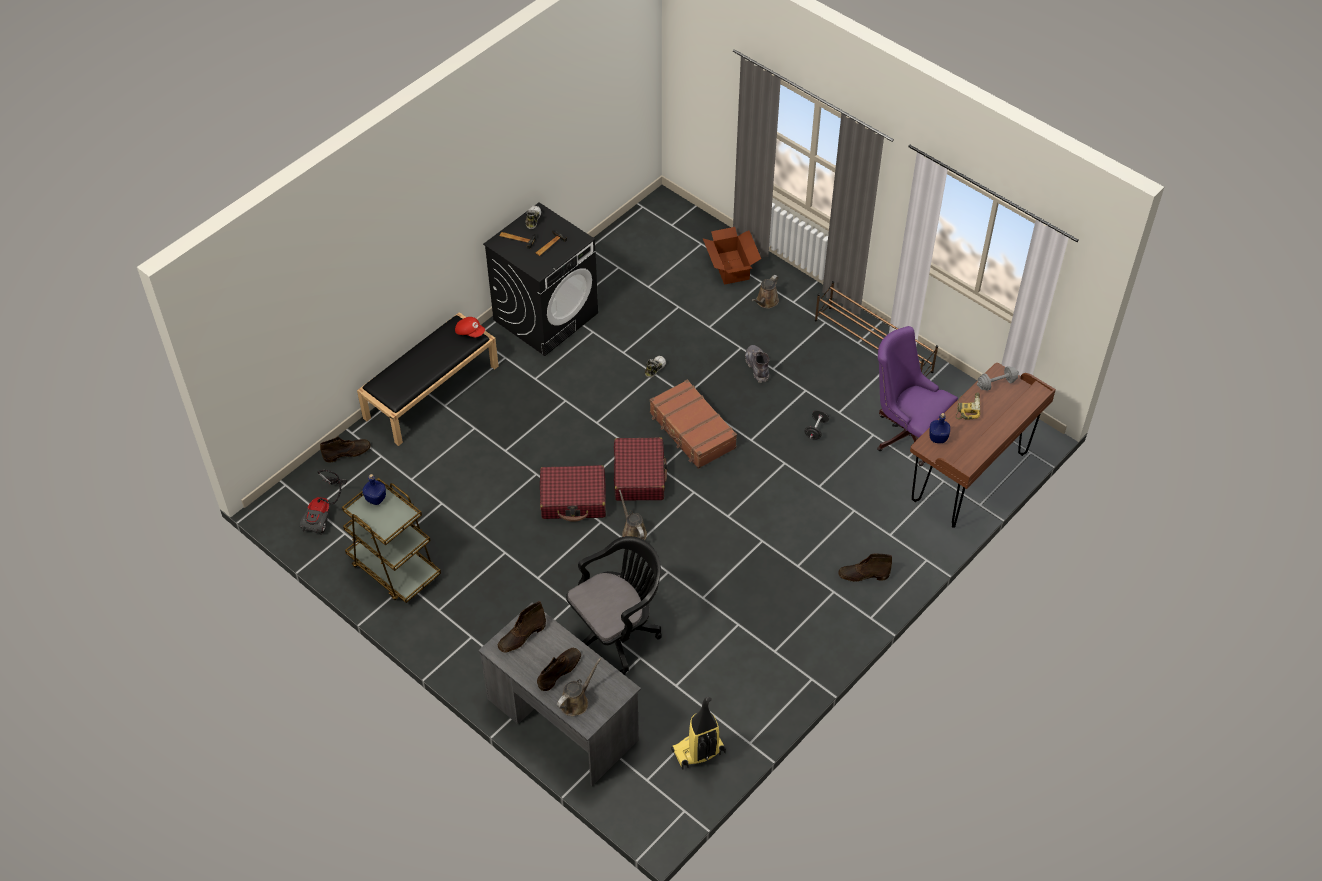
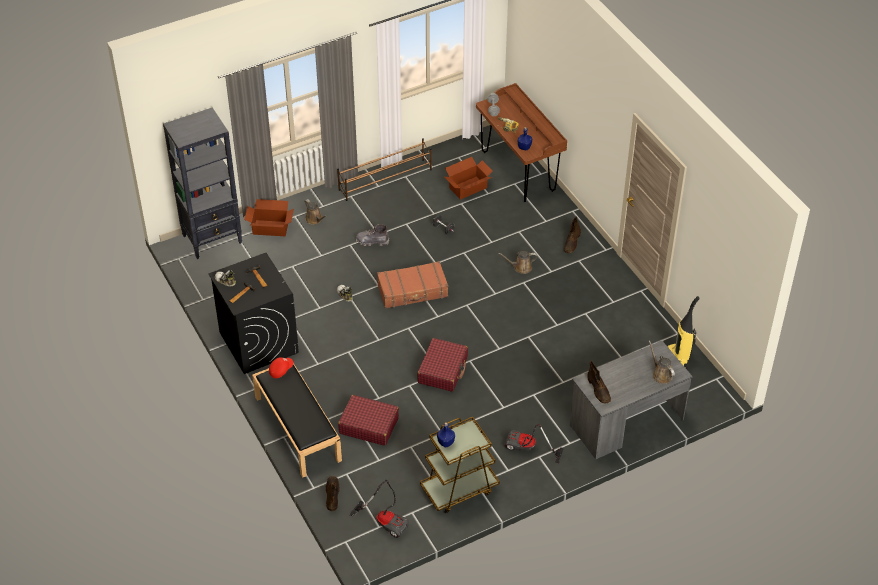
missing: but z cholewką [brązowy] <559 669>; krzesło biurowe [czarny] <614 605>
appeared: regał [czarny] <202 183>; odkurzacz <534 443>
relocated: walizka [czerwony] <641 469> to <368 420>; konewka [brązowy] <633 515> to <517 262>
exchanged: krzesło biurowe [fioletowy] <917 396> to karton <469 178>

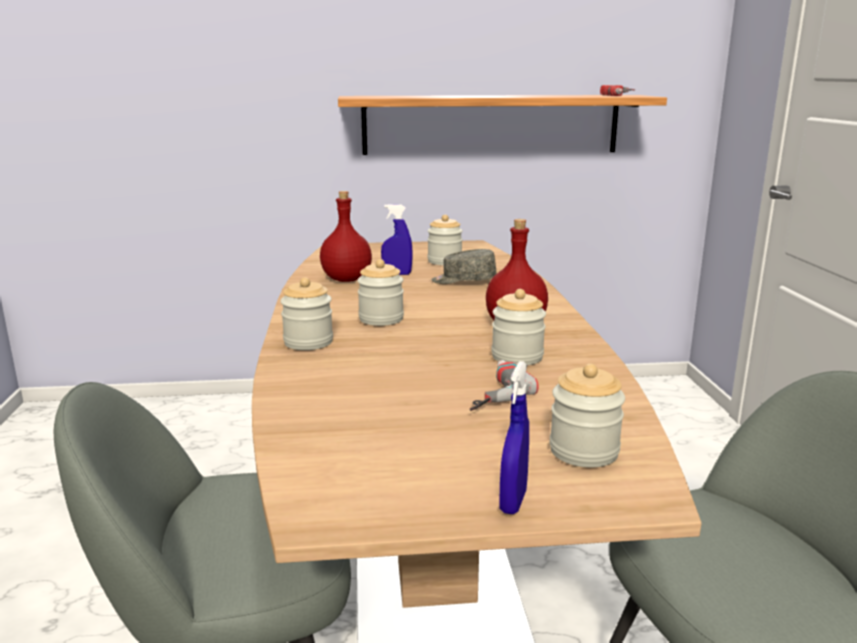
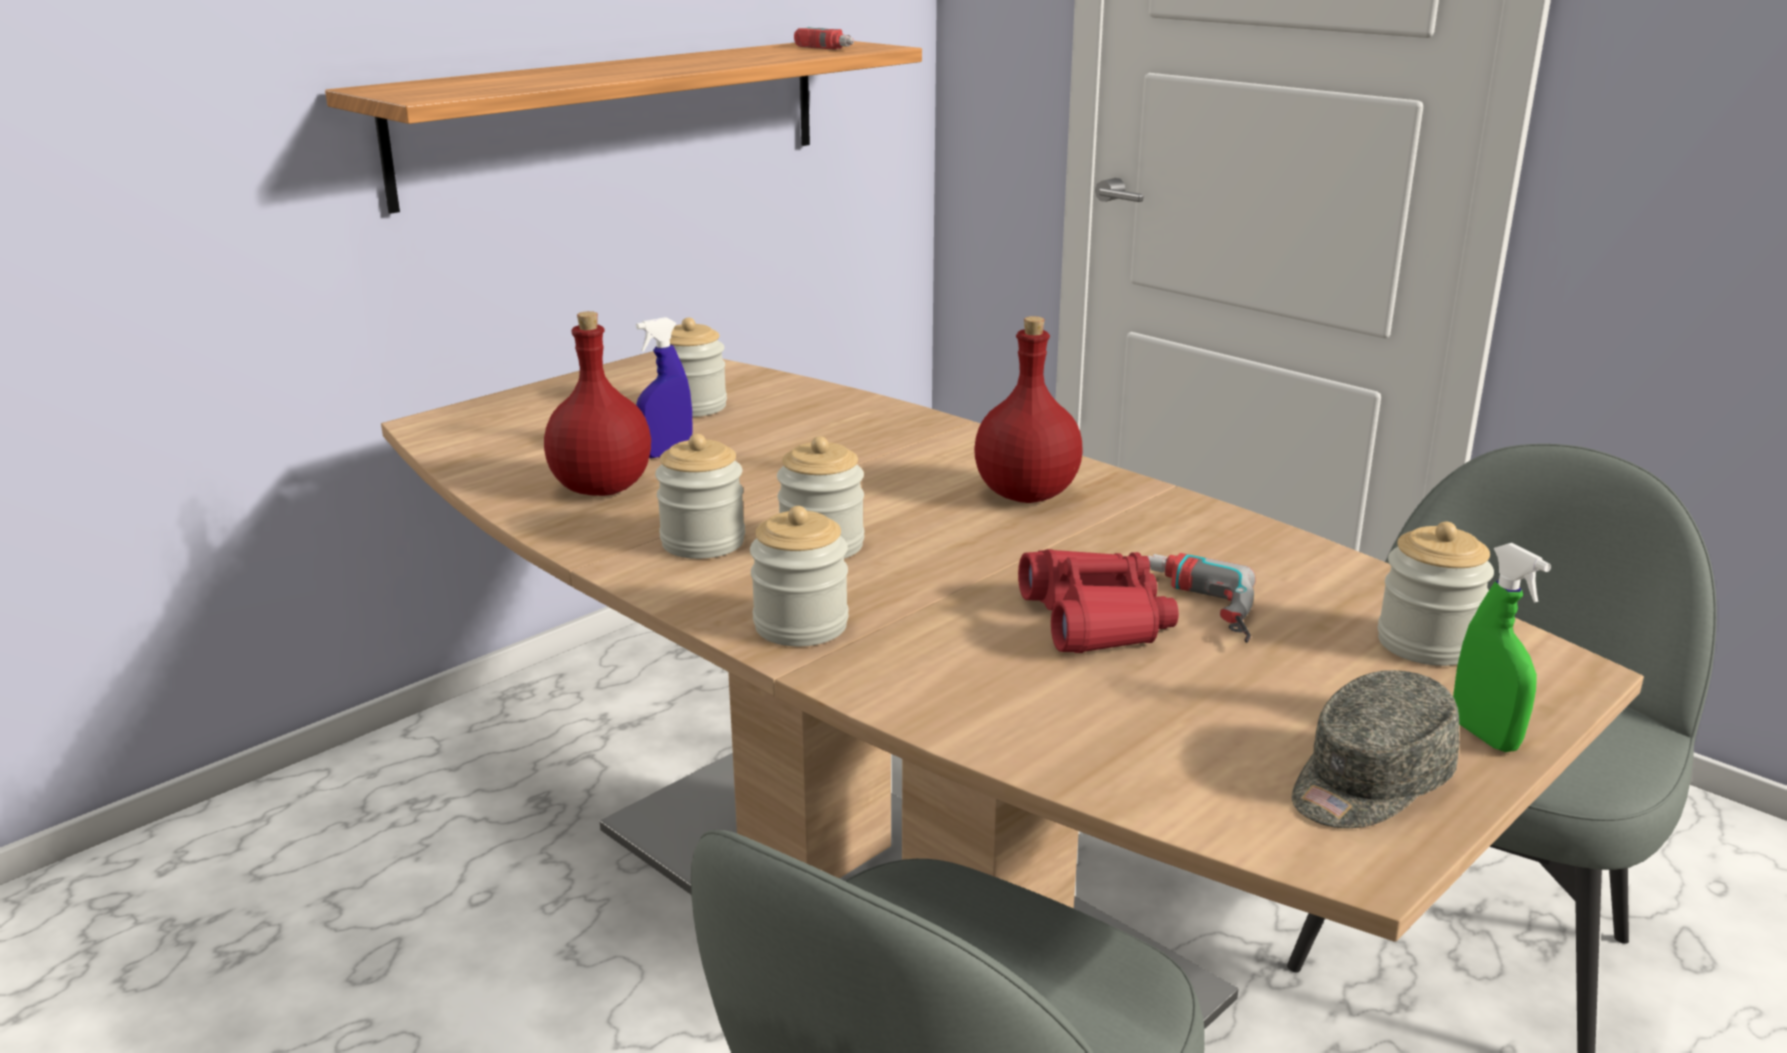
appeared: lornetka [czerwony] <1098 601>
relocated: czapka z daszkiem [szary] <463 266> to <1376 749>; słoik <518 327> to <700 496>
colour: spryskiwacz [niebieski] <514 437> to spryskiwacz [zielony] <1502 647>

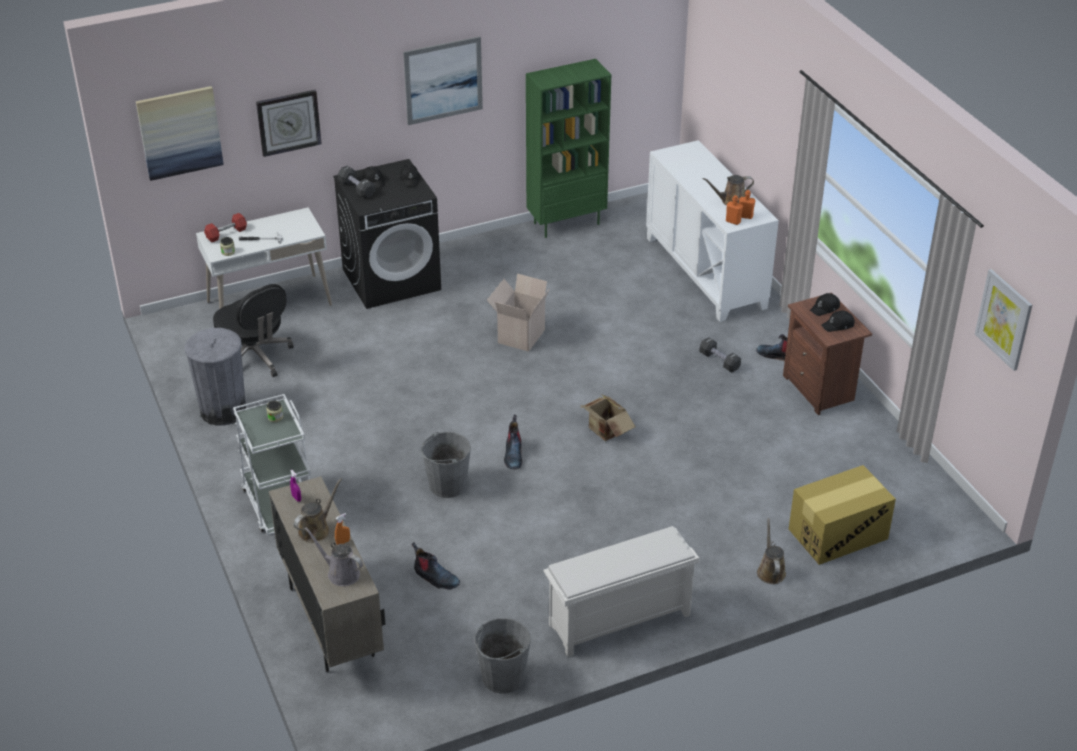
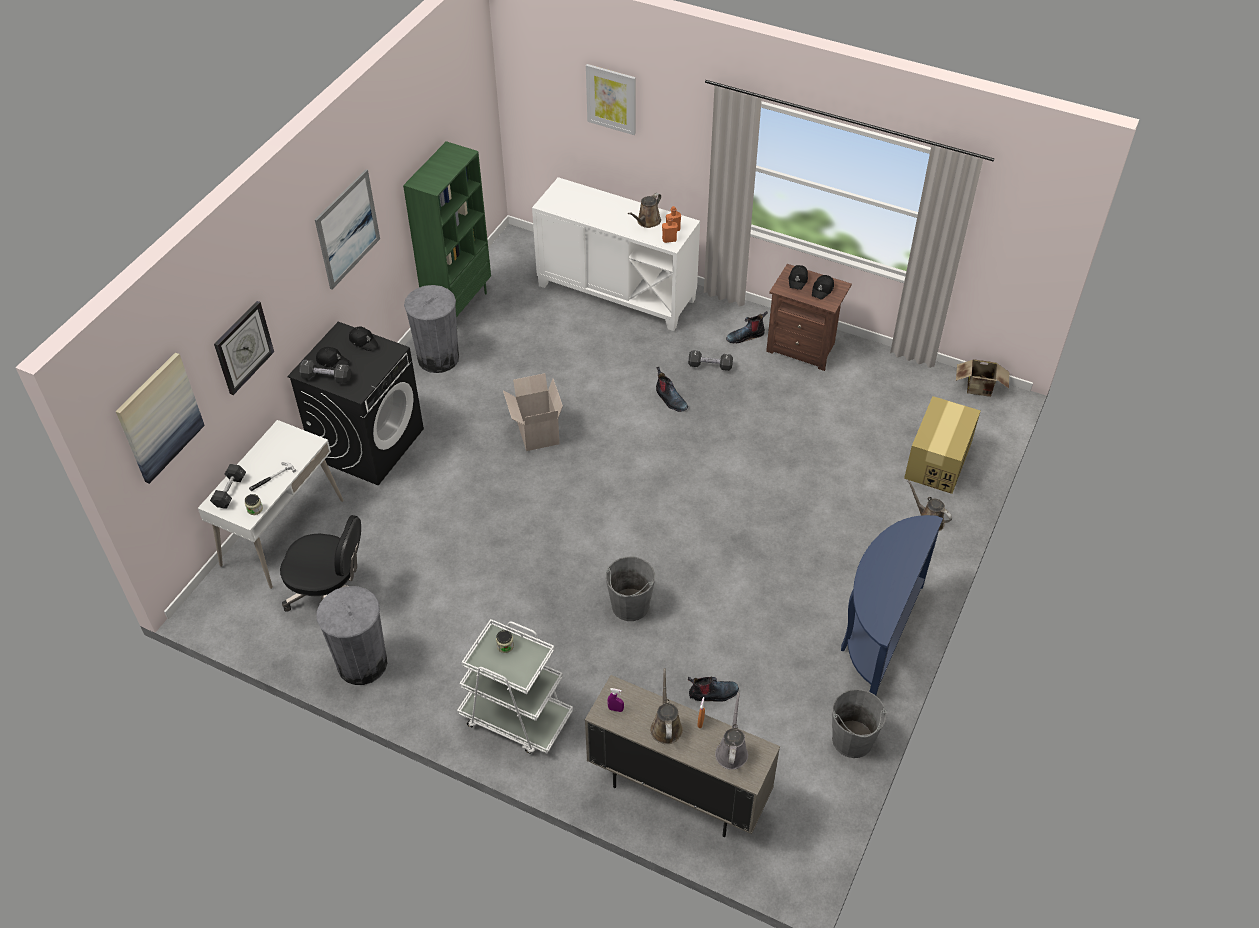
appeared: kosz na śmieci [szary] <431 329>
relocated: but z cholewką <513 442> to <672 389>; karton <608 417> to <983 378>; obraz <1003 320> to <611 99>
exchanged: regał na buty [biały] <621 591> to stolik konsolowy [niebieski] <892 605>
colour: hantel [czerwony] <225 227> to hantel [szary] <228 486>
spun: konewka [szary] <333 556> = <731 731> 105 degrees clockwise

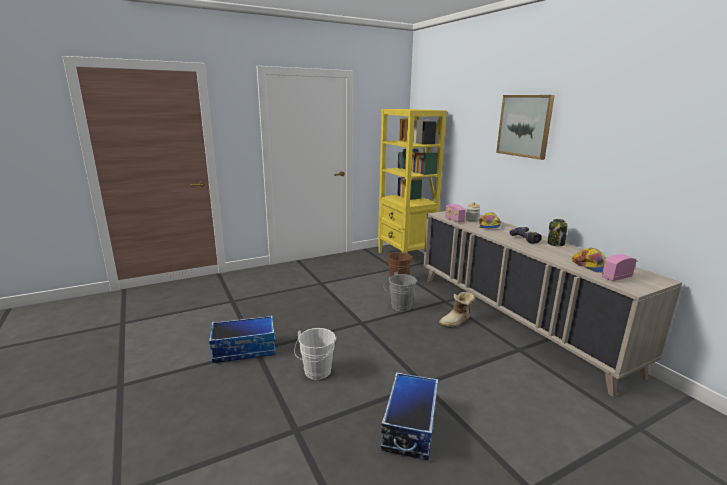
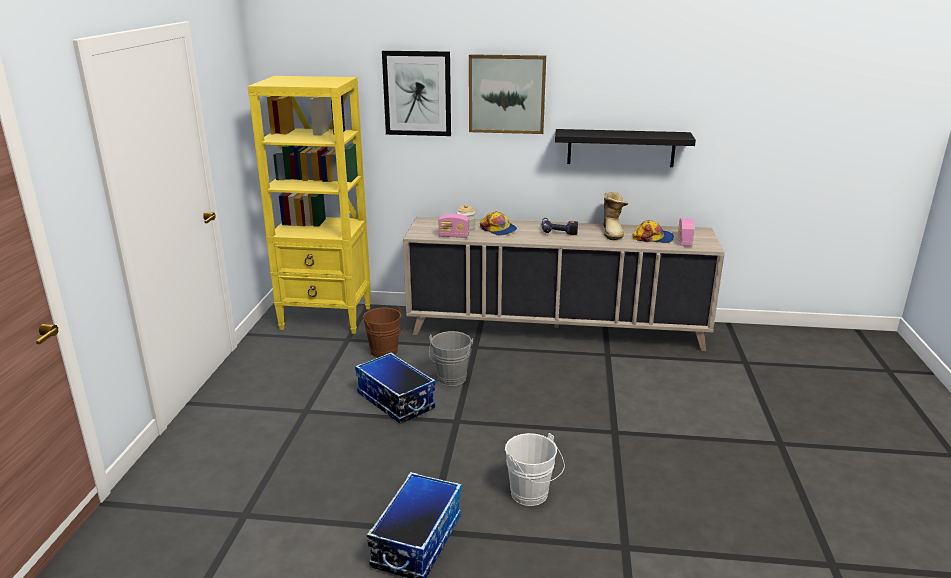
missing: słoik <557 232>
appeared: obraz <416 93>; półka [czarny] <625 148>
relocated: pojemnik do przechowywania <410 416> to <395 388>; but z cholewką <457 309> to <615 216>

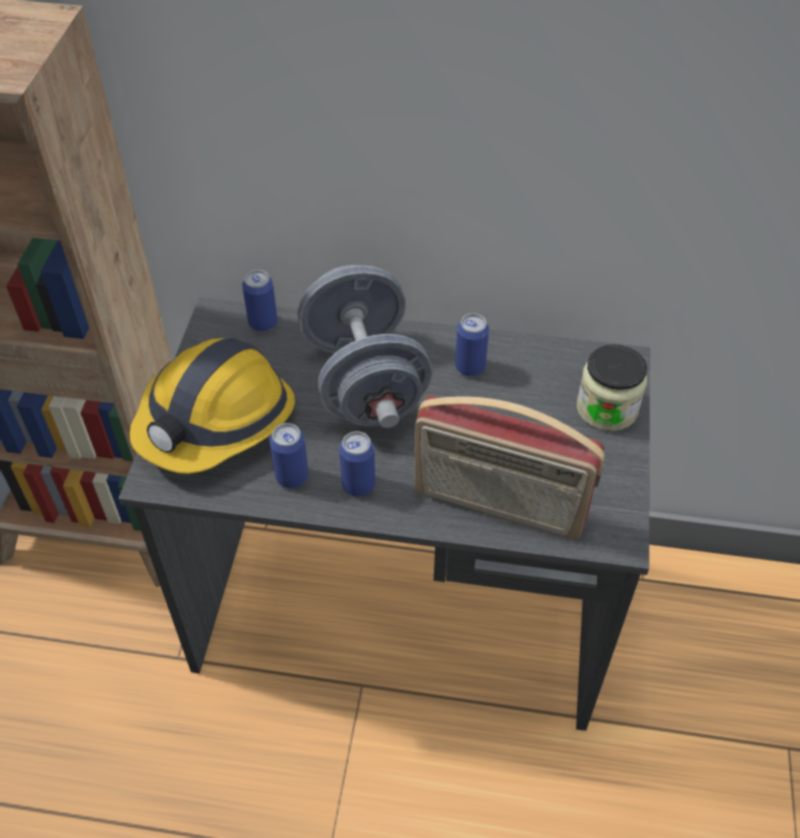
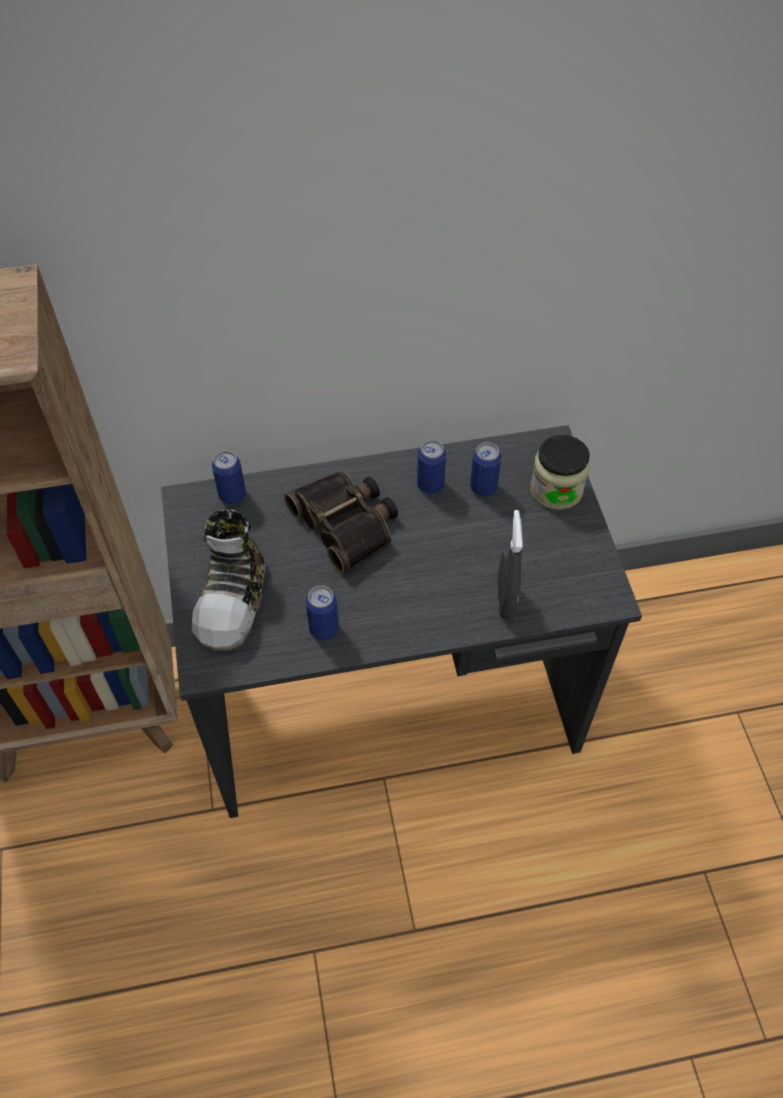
relocated: puszka <357 464> to <485 469>
exchanged: kask <212 406> to but <228 580>; hantel [szary] <364 346> to lornetka <341 522>; radio <509 467> to spryskiwacz [szary] <510 565>

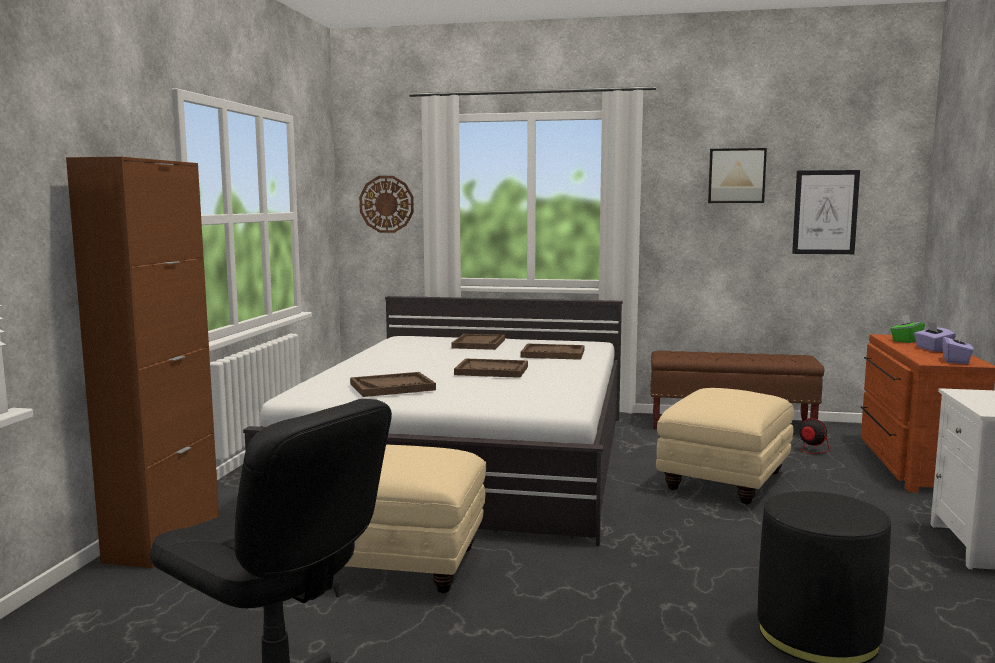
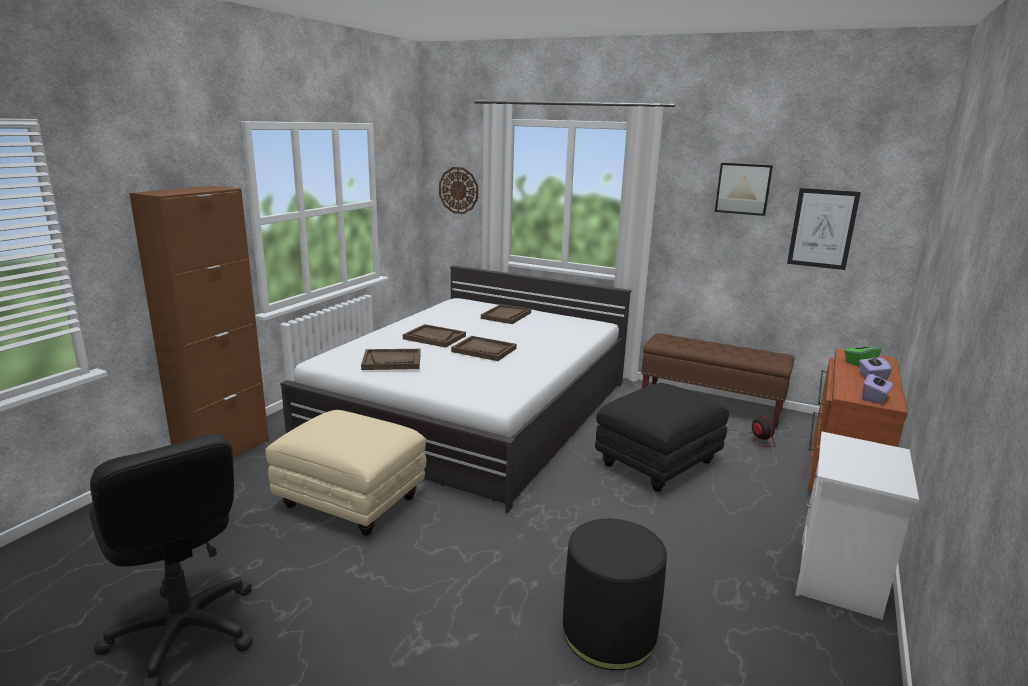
relocated: taca [brązowy] <552 352> to <434 336>
colour: pufa [beżowy] <725 446> to pufa [czarny] <662 437>

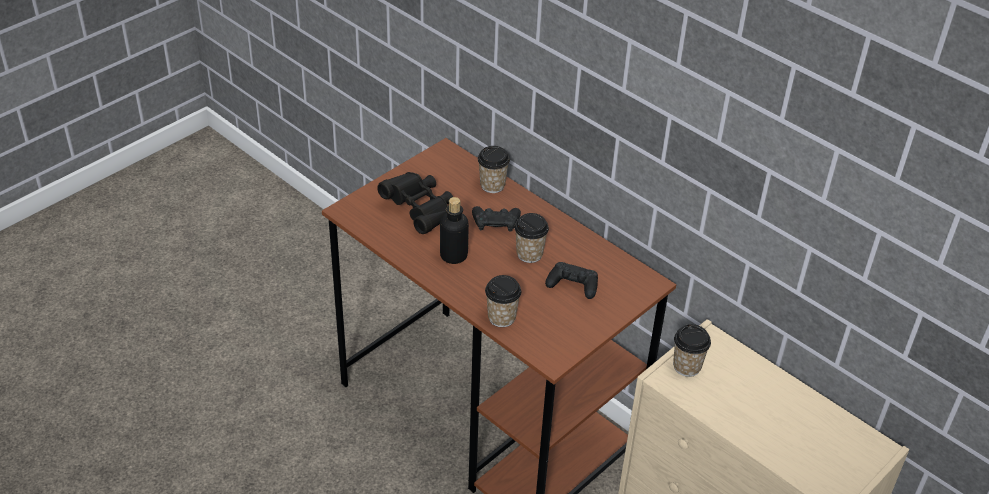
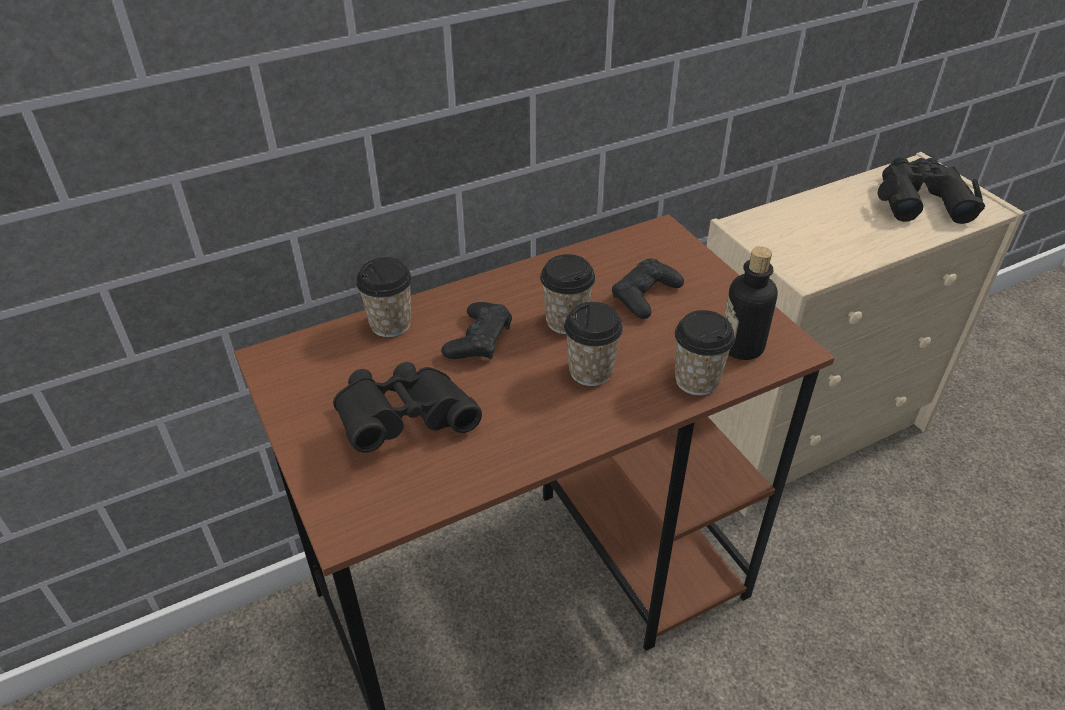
appeared: lornetka [czarny] <931 190>
relocated: butelka <454 230> to <751 303>; filiżanka <692 350> to <593 344>

